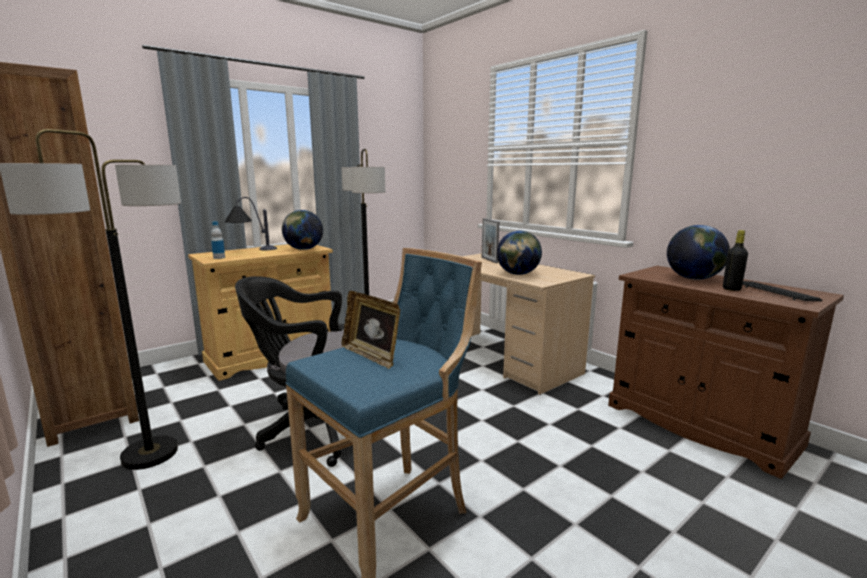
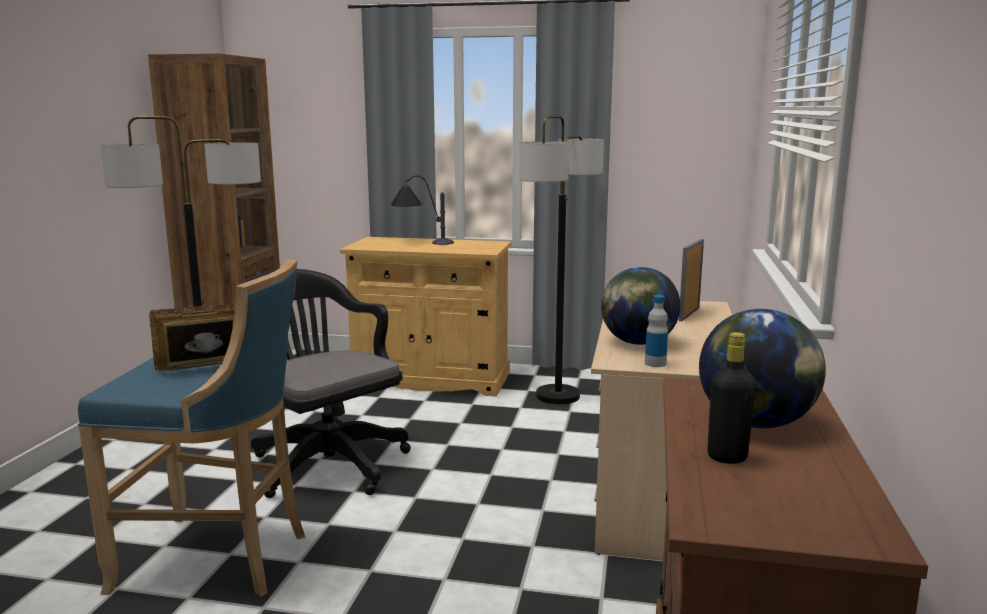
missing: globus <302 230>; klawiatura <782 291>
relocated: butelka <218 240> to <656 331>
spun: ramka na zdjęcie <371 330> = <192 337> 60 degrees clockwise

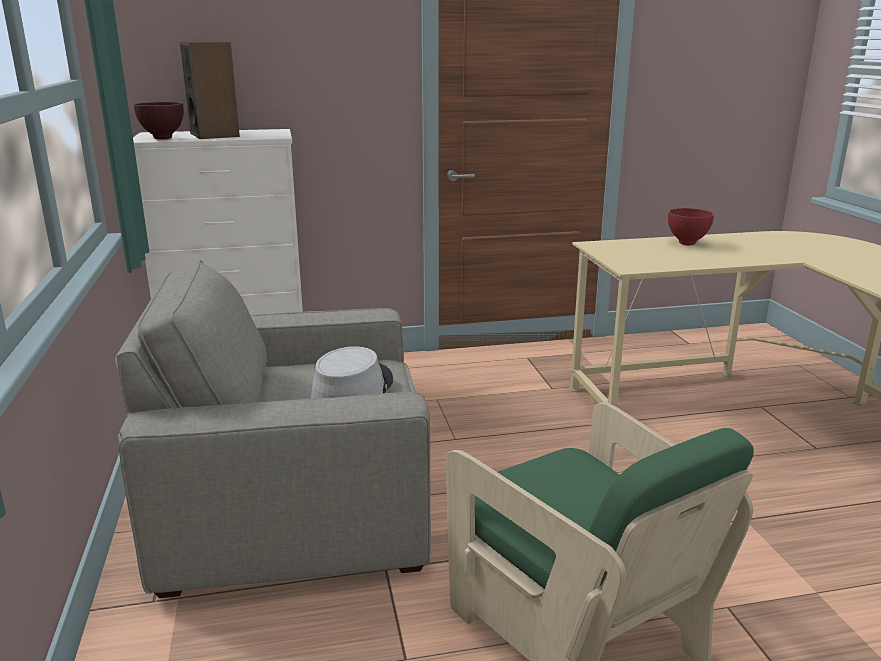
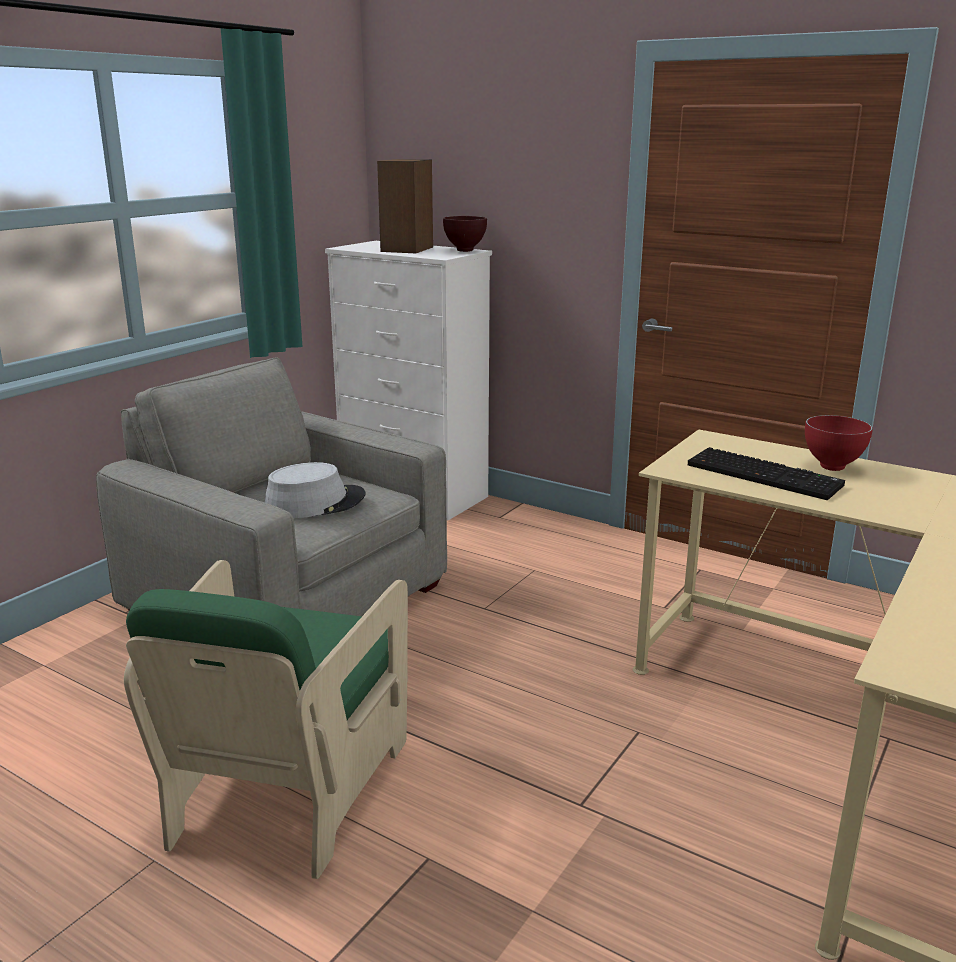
appeared: klawiatura <766 473>
relocated: miska [brązowy] <159 121> to <465 234>

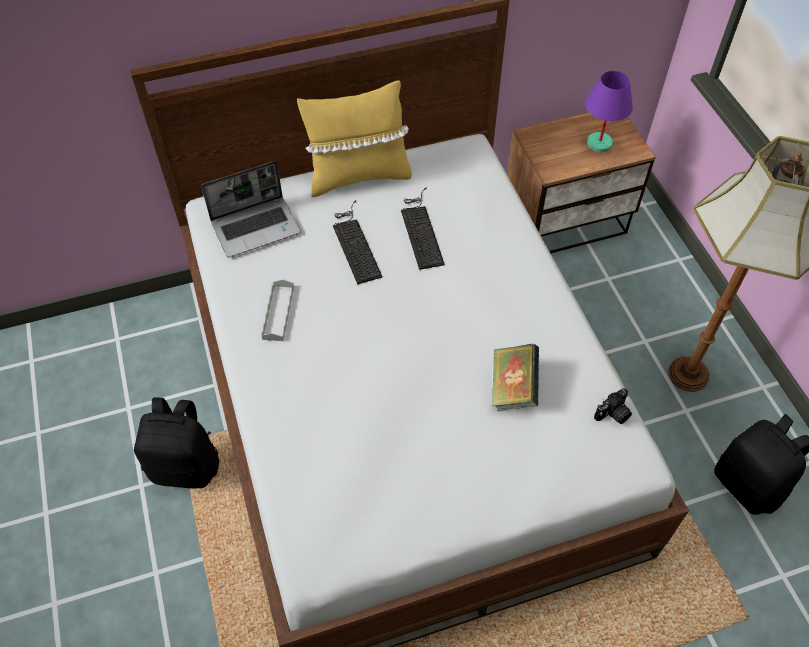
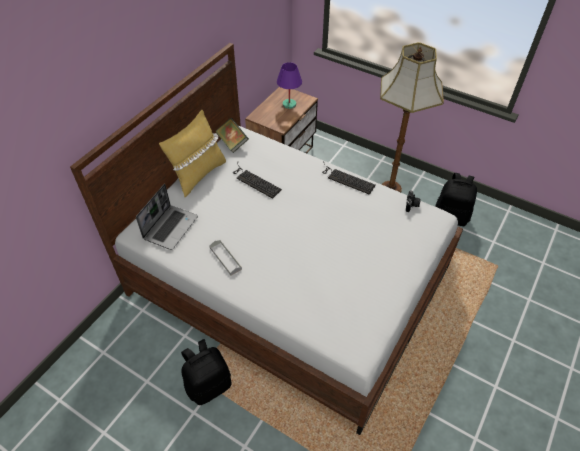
relocated: klawiatura <357 242> to <349 178>; książka <515 376> to <232 135>

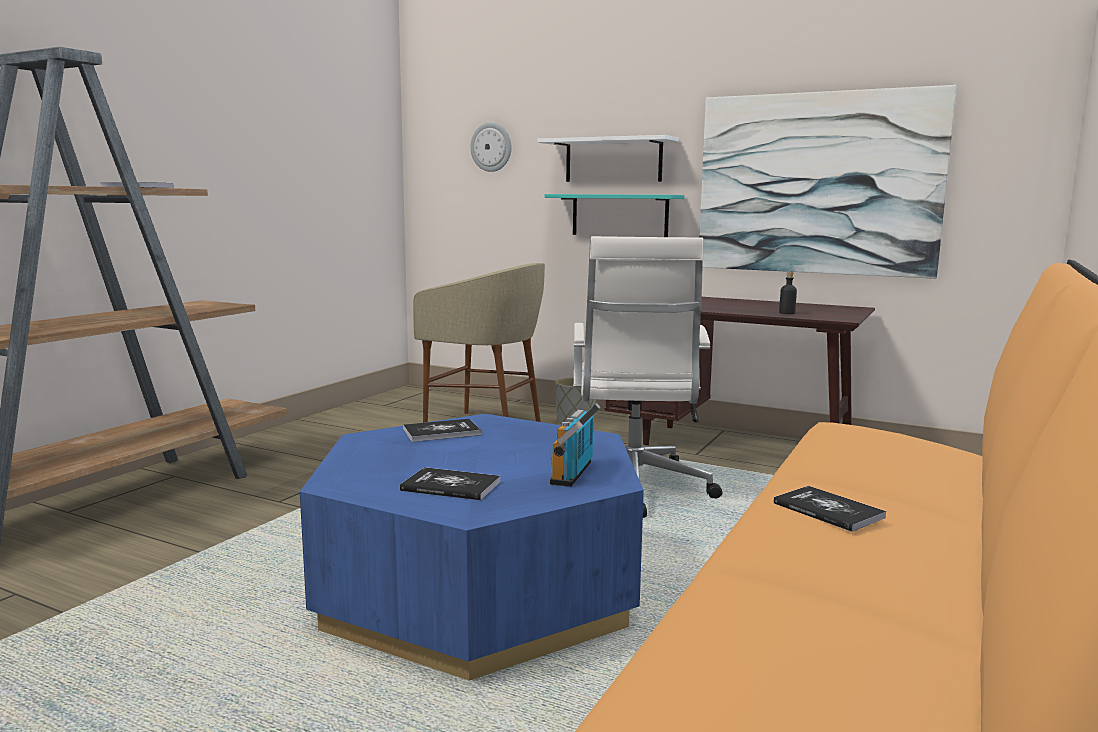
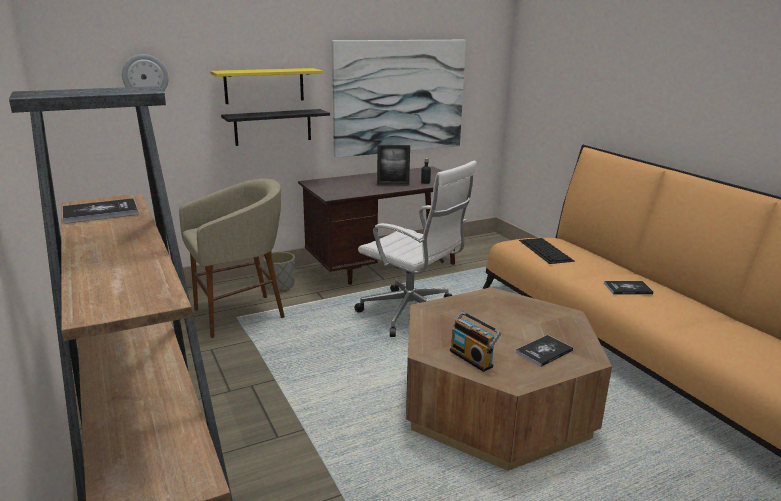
missing: książka <442 430>
appeared: ramka na zdjęcie <393 165>; klawiatura <547 251>
relocated: radio <575 445> to <475 341>
colour: ława [niebieski] <472 547> to ława [brązowy] <509 379>; półka [biały] <608 158> to półka [żółty] <266 86>; półka [turkusowy] <615 215> to półka [czarny] <275 127>

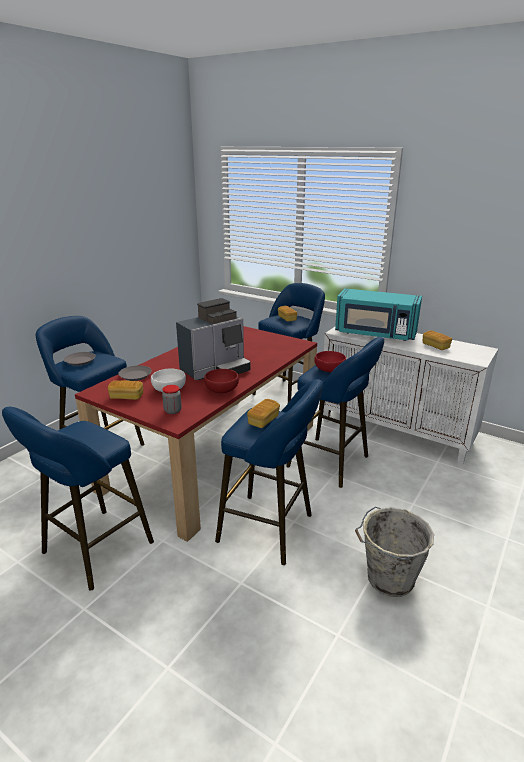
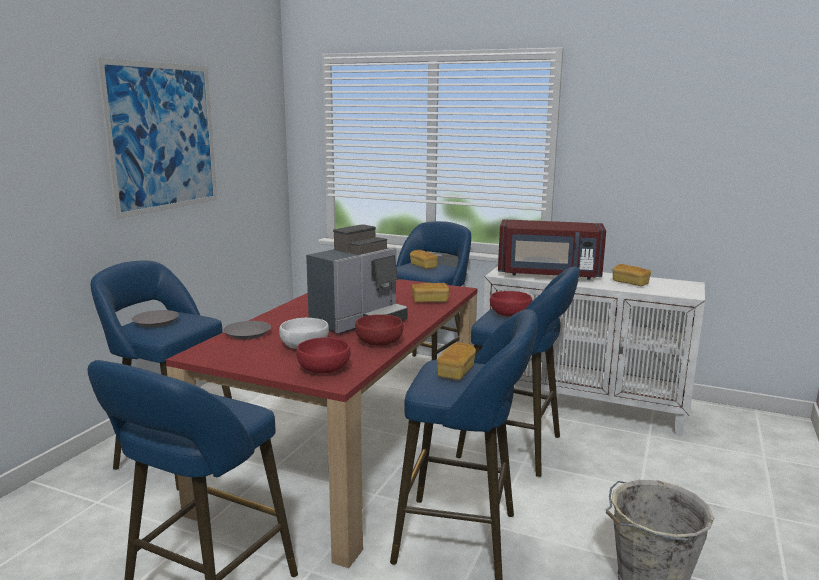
appeared: obraz <156 138>
relocated: chleb <125 390> to <430 292>
exchanged: słoik <172 399> to miska [czerwony] <323 355>
colour: mikrofalówka [turkusowy] <378 314> to mikrofalówka [czerwony] <552 249>

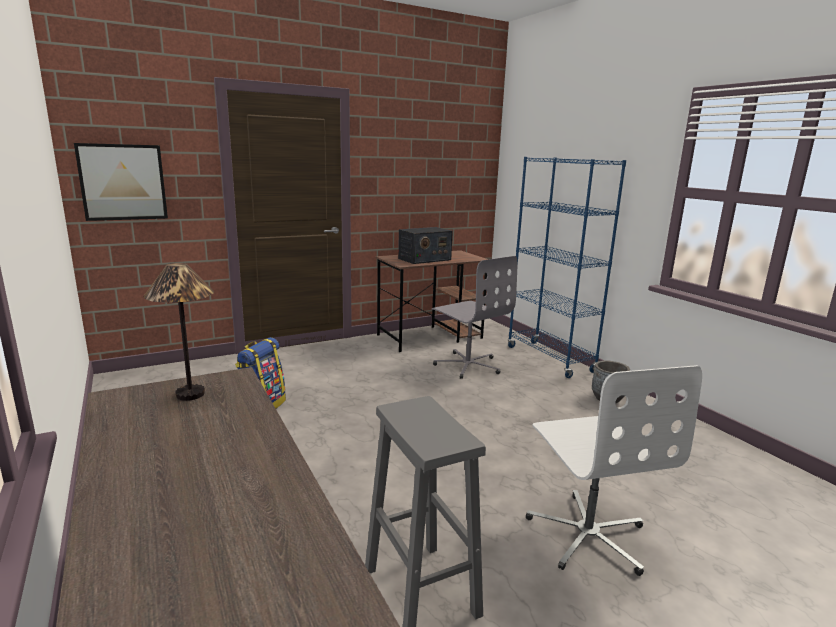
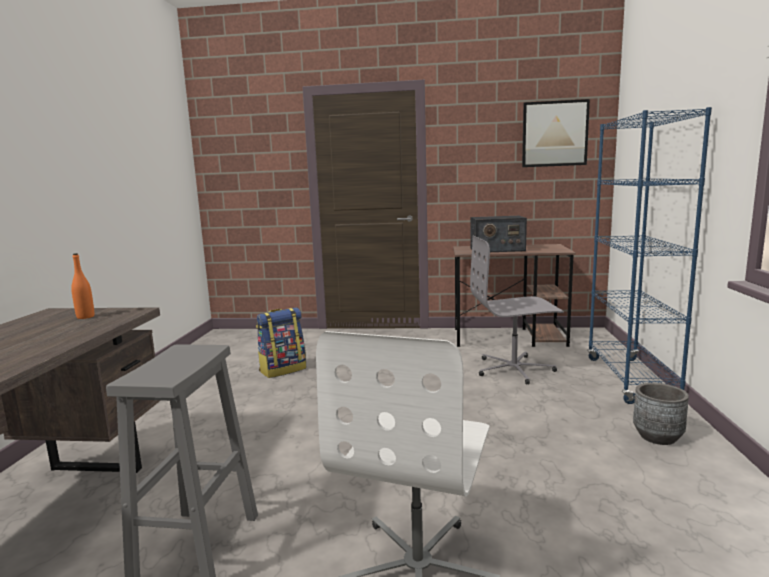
relocated: obraz <121 182> to <556 133>
exchanged: lampa stołowa <179 332> to butelka [pomarańczowy] <82 286>
spun: krzesło biurowe [szary] <475 317> = <517 310> 90 degrees clockwise

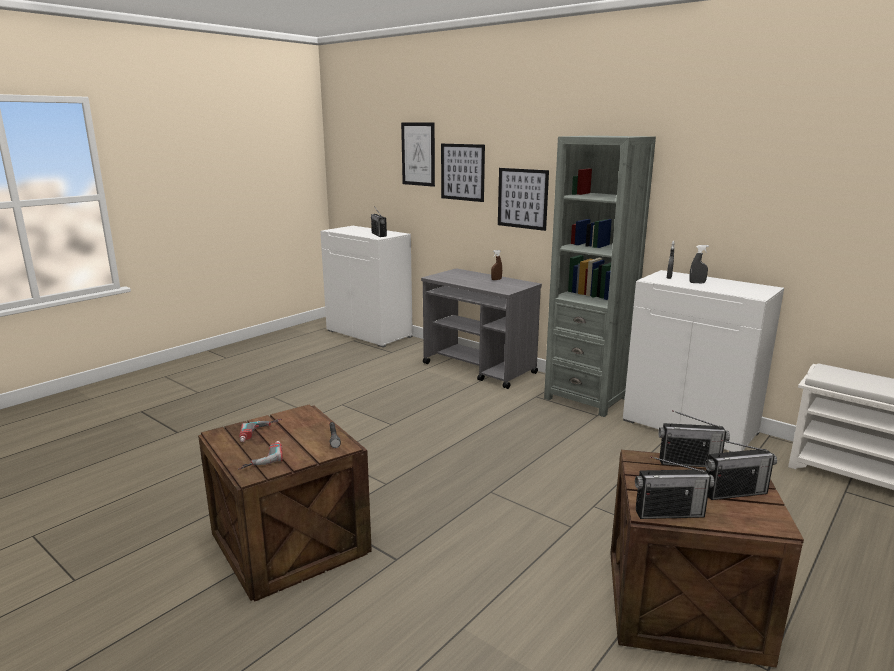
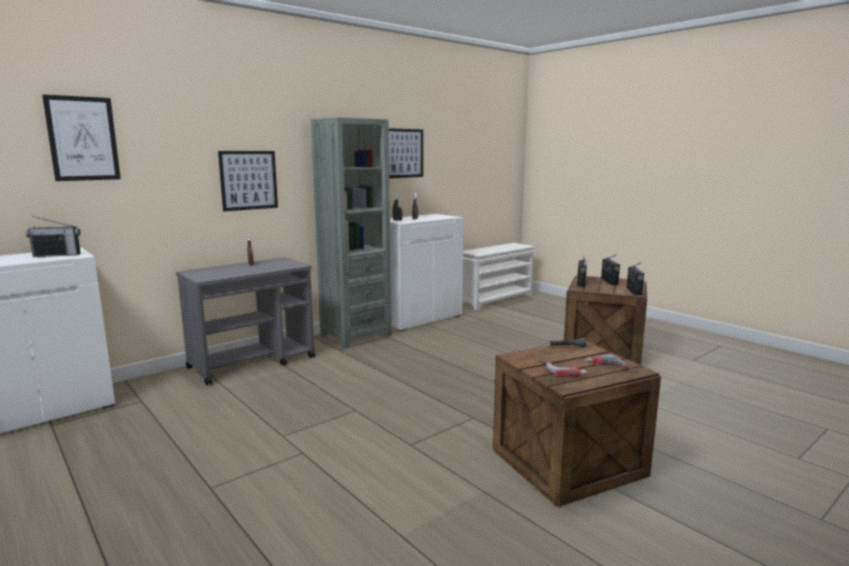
relocated: obraz <463 173> to <406 153>

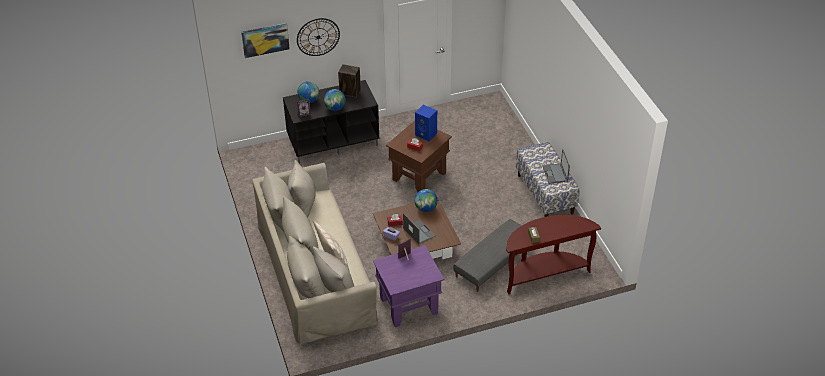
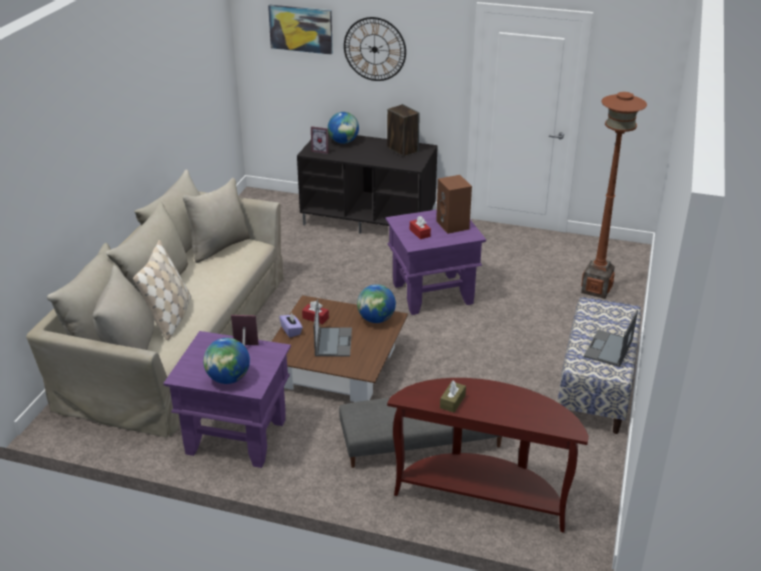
appeared: lampa stojąca [brązowy] <614 195>
relocated: globus <335 100> to <226 361>
colour: stolik [brązowy] <419 156> to stolik [fioletowy] <435 262>; głośnik [niebieski] <426 123> to głośnik [brązowy] <454 204>

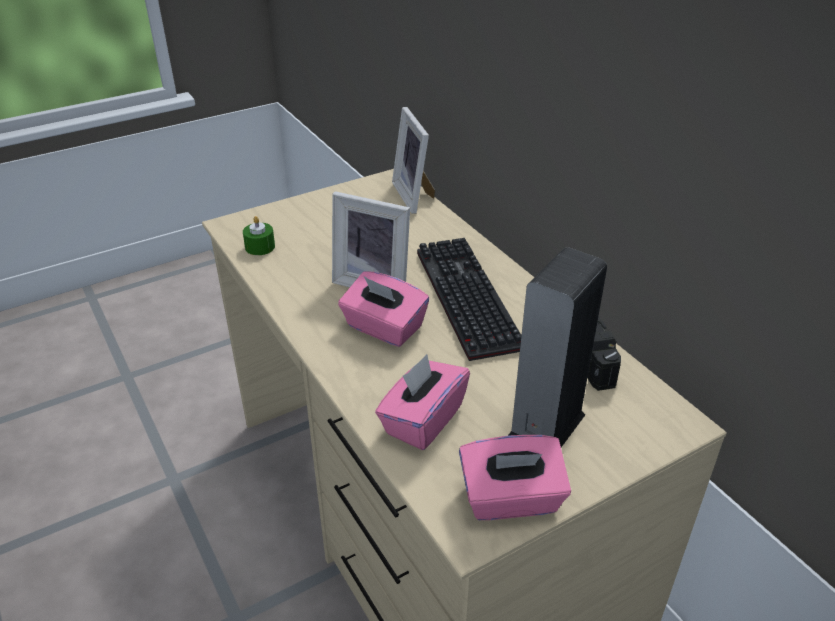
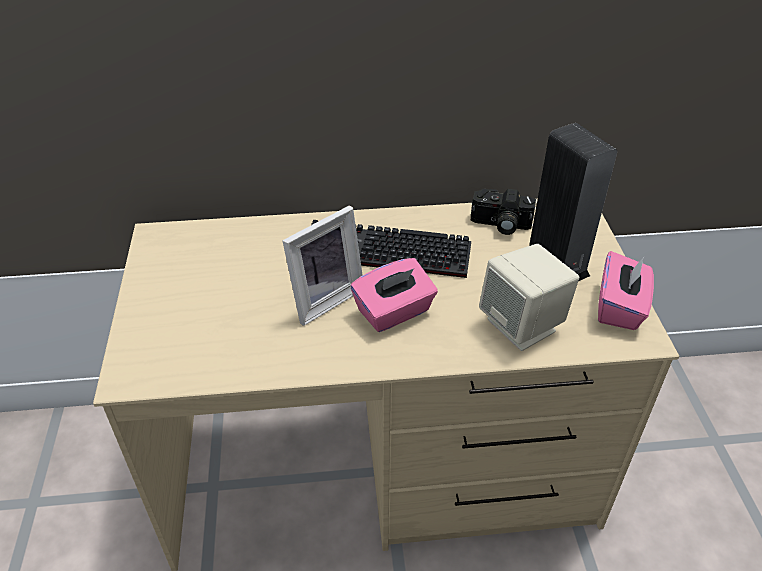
missing: świeca [zielony] <259 235>; ramka na zdjęcie <413 160>
exchanged: pudełko chusteczek [różowy] <422 402> to głośnik [beżowy] <529 297>

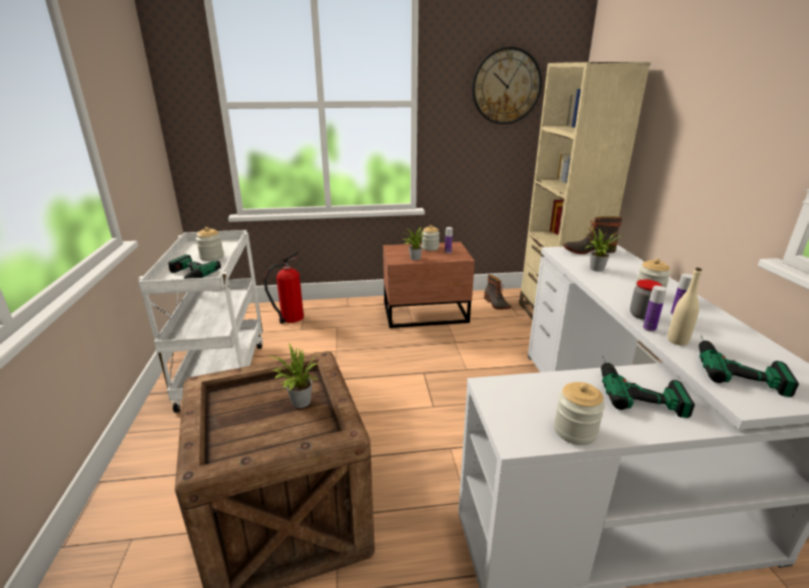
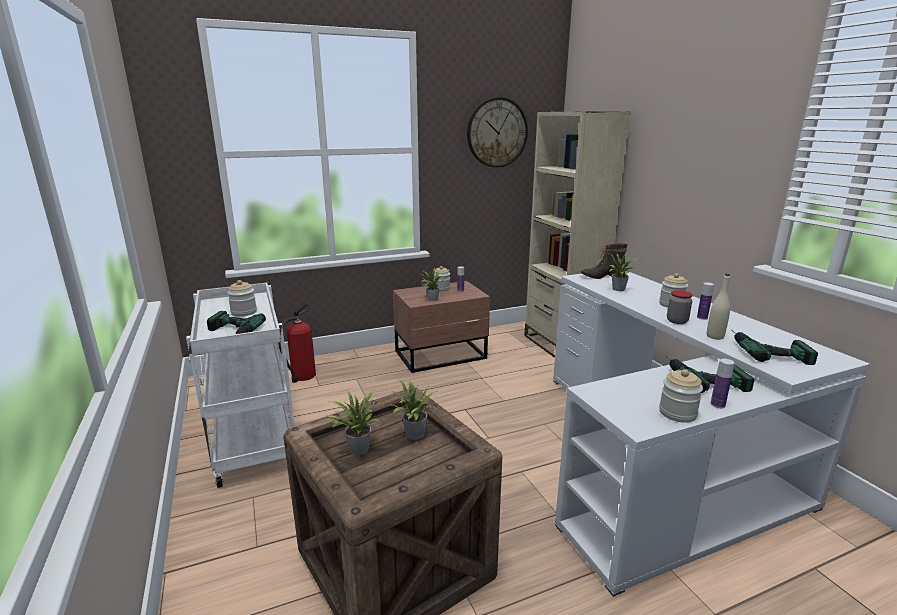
missing: but z cholewką <498 292>
appeared: roślina doniczkowa <352 422>
relocated: butelka <655 309> to <722 383>

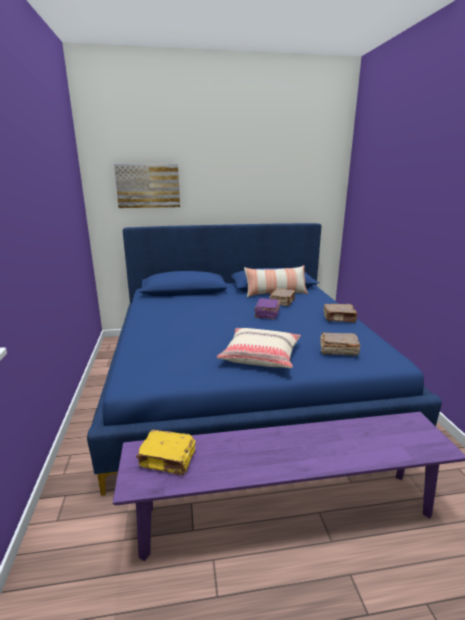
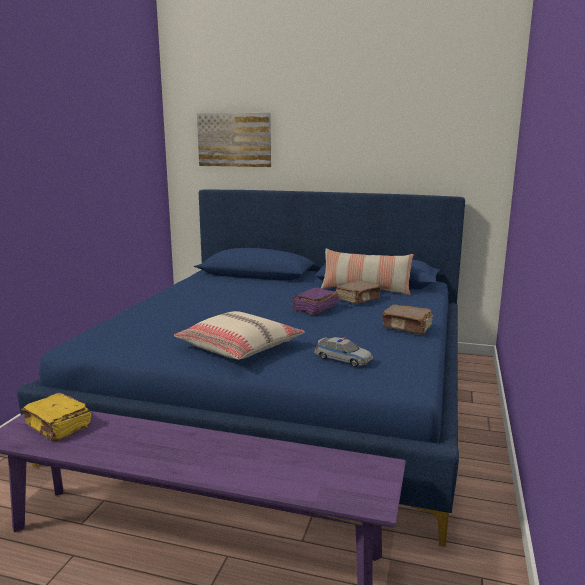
exchanged: książka [brązowy] <340 344> to samochodzik <343 352>

